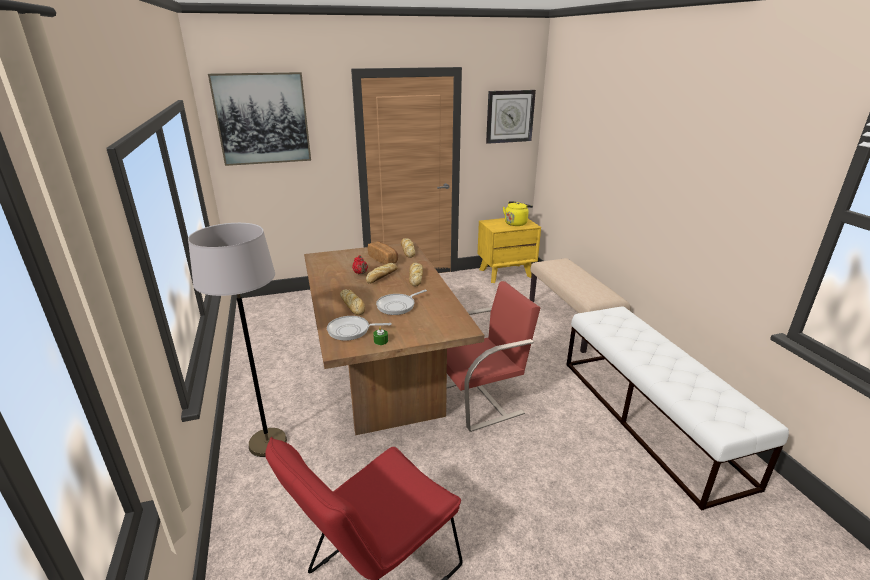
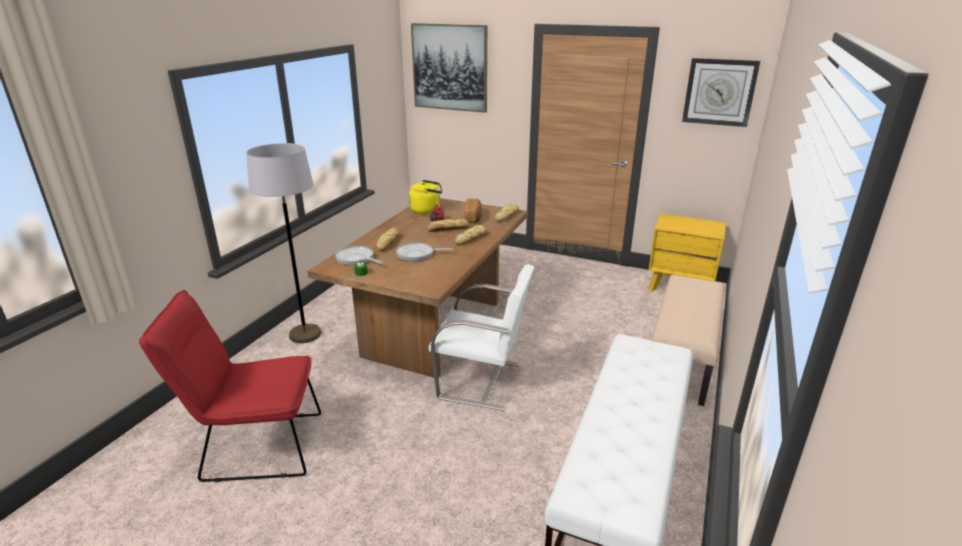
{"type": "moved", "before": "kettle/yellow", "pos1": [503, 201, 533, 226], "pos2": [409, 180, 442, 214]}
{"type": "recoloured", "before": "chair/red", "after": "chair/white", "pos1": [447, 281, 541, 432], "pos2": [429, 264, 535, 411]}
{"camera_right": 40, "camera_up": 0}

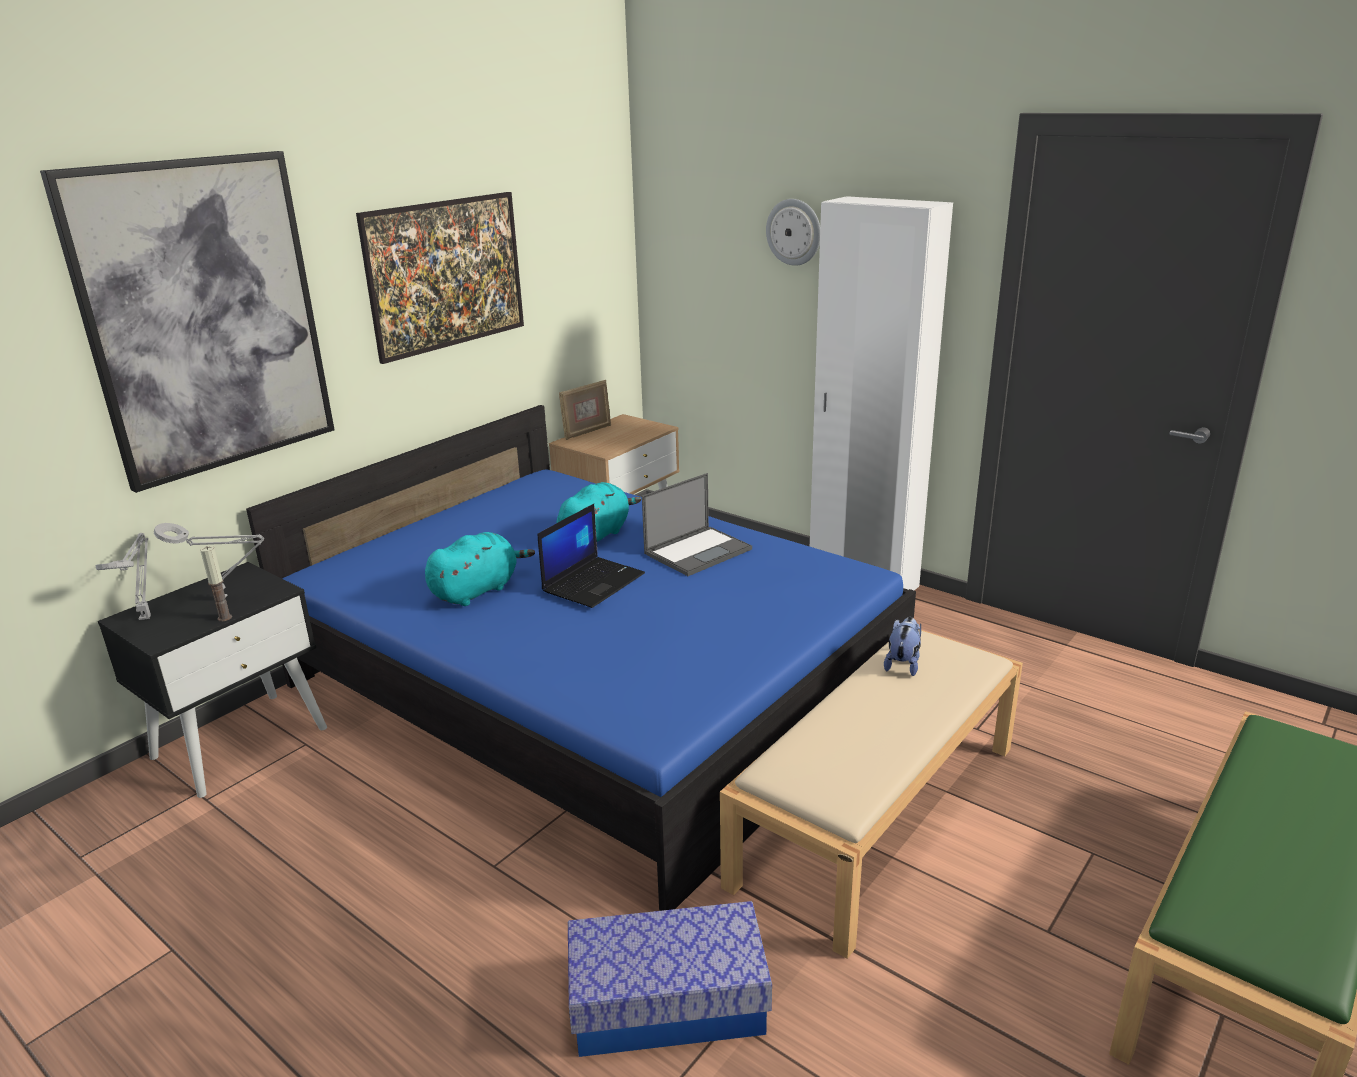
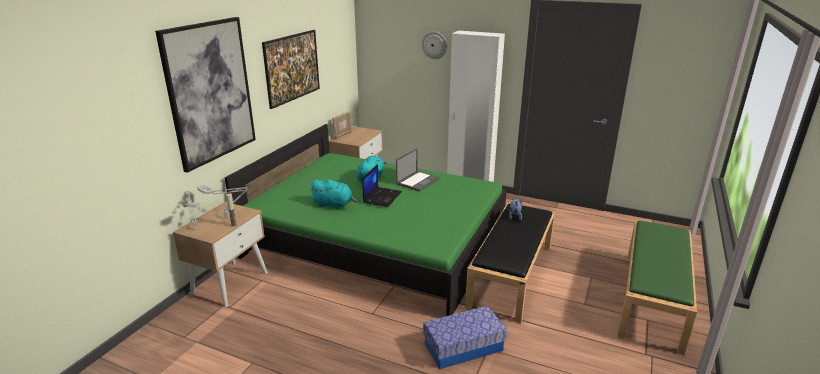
{"type": "recoloured", "before": "nightstand/black", "after": "nightstand/beige", "pos1": [98, 562, 327, 798], "pos2": [173, 202, 268, 307]}
{"type": "recoloured", "before": "bed/blue", "after": "bed/green", "pos1": [246, 405, 916, 911], "pos2": [225, 124, 507, 316]}
{"type": "turned", "before": "plush toy/turquoise", "pos1": [425, 532, 535, 606], "pos2": [310, 179, 357, 209], "turn": 75}
{"type": "recoloured", "before": "bench/beige", "after": "bench/black", "pos1": [720, 629, 1023, 959], "pos2": [465, 203, 555, 323]}
{"camera_right": -15, "camera_up": 0}

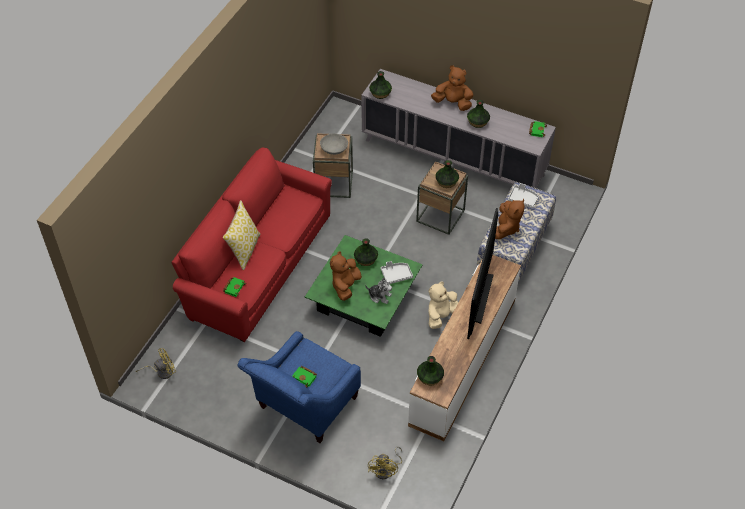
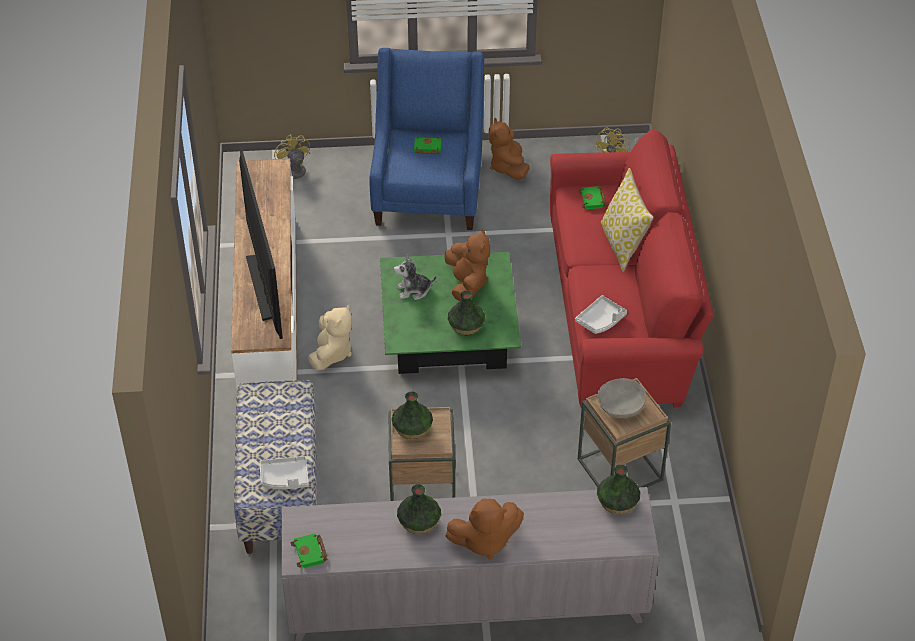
{"type": "moved", "before": "plush toy/brown", "pos1": [495, 199, 525, 239], "pos2": [488, 117, 529, 180]}
{"type": "moved", "before": "tray/grey", "pos1": [381, 261, 413, 284], "pos2": [575, 295, 627, 334]}
{"type": "removed", "before": "vase", "pos1": [417, 356, 444, 385]}
{"camera_right": 150, "camera_up": -5}

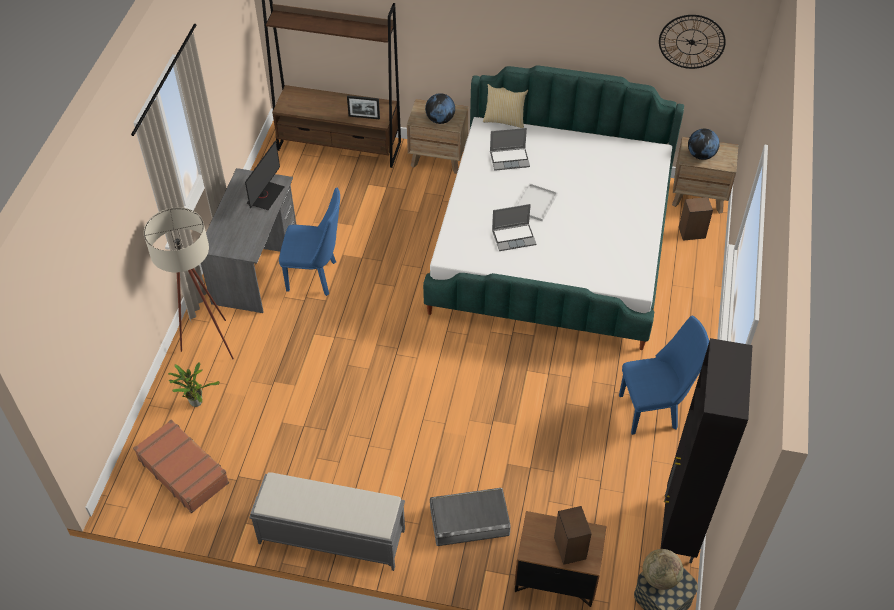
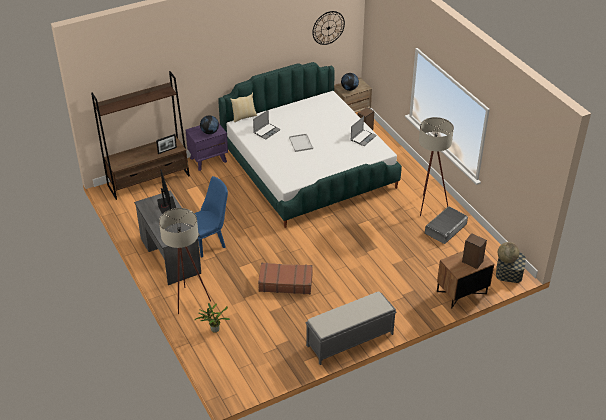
{"type": "recoloured", "before": "nightstand/brown", "after": "nightstand/purple", "pos1": [407, 99, 468, 174], "pos2": [186, 124, 228, 171]}
{"type": "moved", "before": "suitcase/brown", "pos1": [133, 419, 229, 513], "pos2": [258, 263, 313, 294]}
{"type": "moved", "before": "laptop", "pos1": [492, 204, 536, 251], "pos2": [351, 116, 377, 146]}
{"type": "replaced", "before": "chair/blue", "after": "floor lamp/beige", "pos1": [619, 315, 709, 435], "pos2": [419, 117, 454, 216]}
{"type": "moved", "before": "storage box/grey", "pos1": [430, 488, 511, 546], "pos2": [425, 207, 468, 244]}
{"type": "removed", "before": "cabinet/black", "pos1": [661, 338, 753, 563]}
{"camera_right": -40, "camera_up": -10}

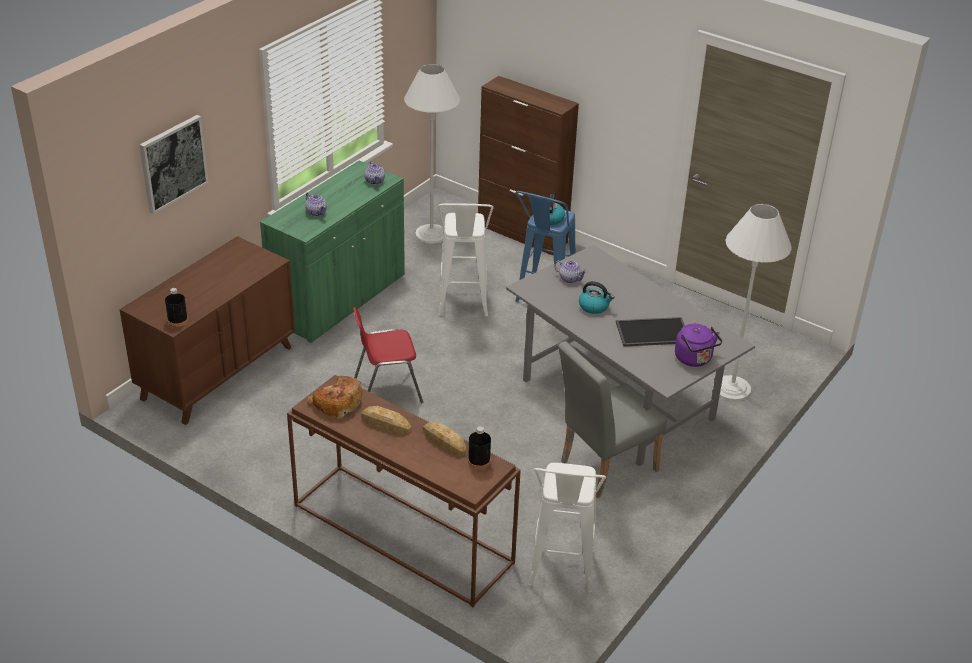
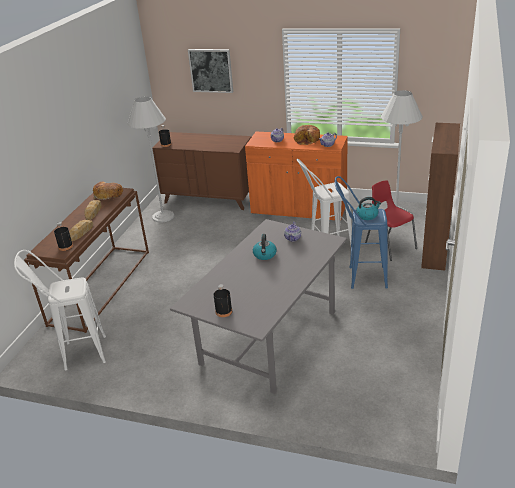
{"type": "moved", "before": "floor lamp/white", "pos1": [713, 204, 791, 402], "pos2": [127, 96, 174, 223]}
{"type": "replaced", "before": "kettle/purple", "after": "bottle/black", "pos1": [675, 324, 722, 367], "pos2": [214, 284, 232, 317]}
{"type": "recoloured", "before": "cabinet/green", "after": "cabinet/orange", "pos1": [260, 161, 405, 343], "pos2": [245, 132, 348, 220]}
{"type": "added", "after": "bread", "pos2": [294, 125, 320, 145]}
{"type": "moved", "before": "chair/red", "pos1": [353, 307, 423, 404], "pos2": [365, 180, 417, 261]}
{"type": "removed", "before": "chair/grey", "pos1": [558, 341, 667, 498]}
{"type": "removed", "before": "tray", "pos1": [616, 317, 685, 347]}
{"camera_right": 75, "camera_up": -5}

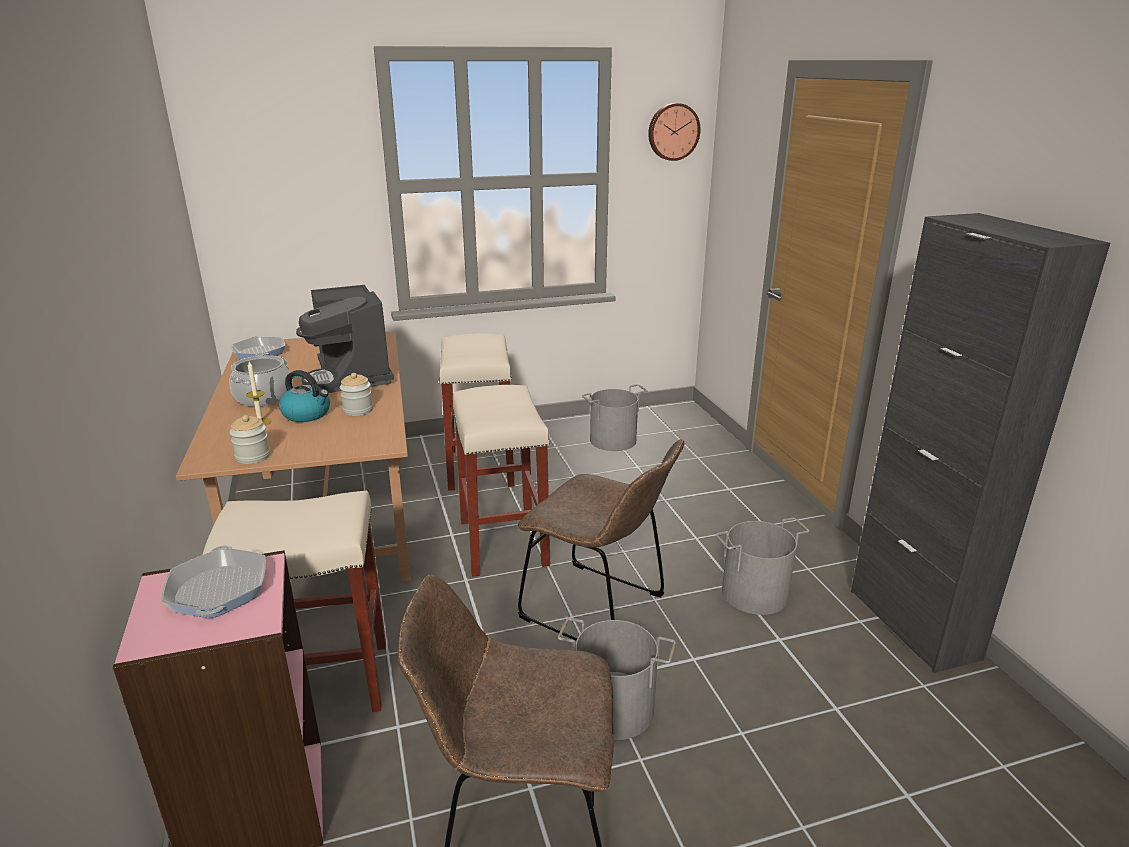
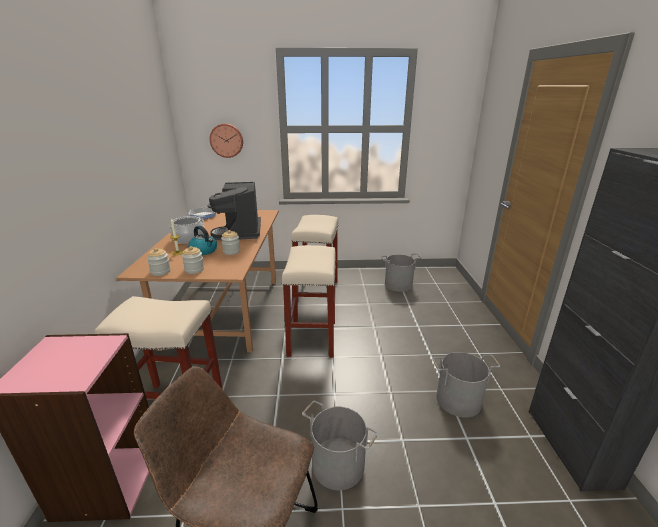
{"type": "added", "after": "jar", "pos2": [182, 246, 204, 274]}
{"type": "moved", "before": "wall clock", "pos1": [648, 103, 701, 161], "pos2": [210, 124, 243, 158]}
{"type": "removed", "before": "frying pan", "pos1": [161, 545, 266, 618]}
{"type": "removed", "before": "chair/brown", "pos1": [517, 439, 685, 641]}
{"camera_right": 15, "camera_up": 0}

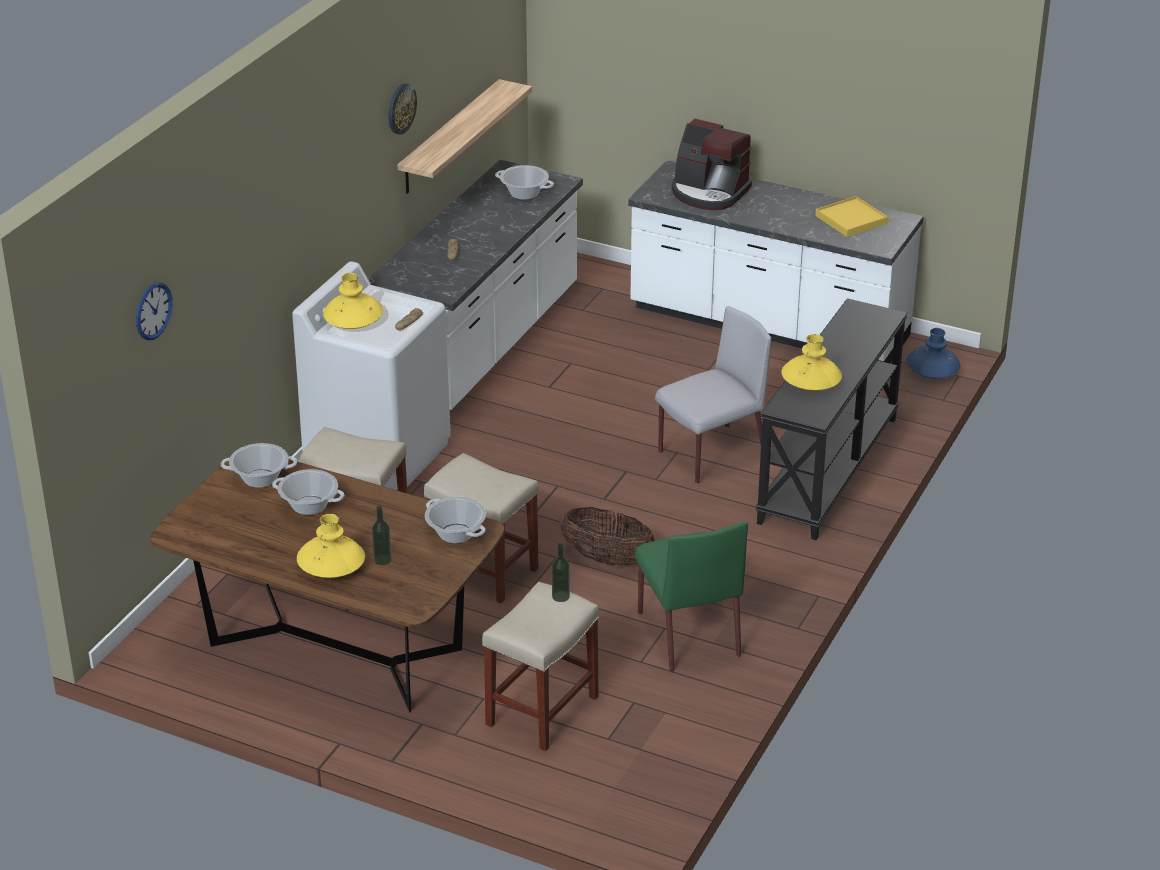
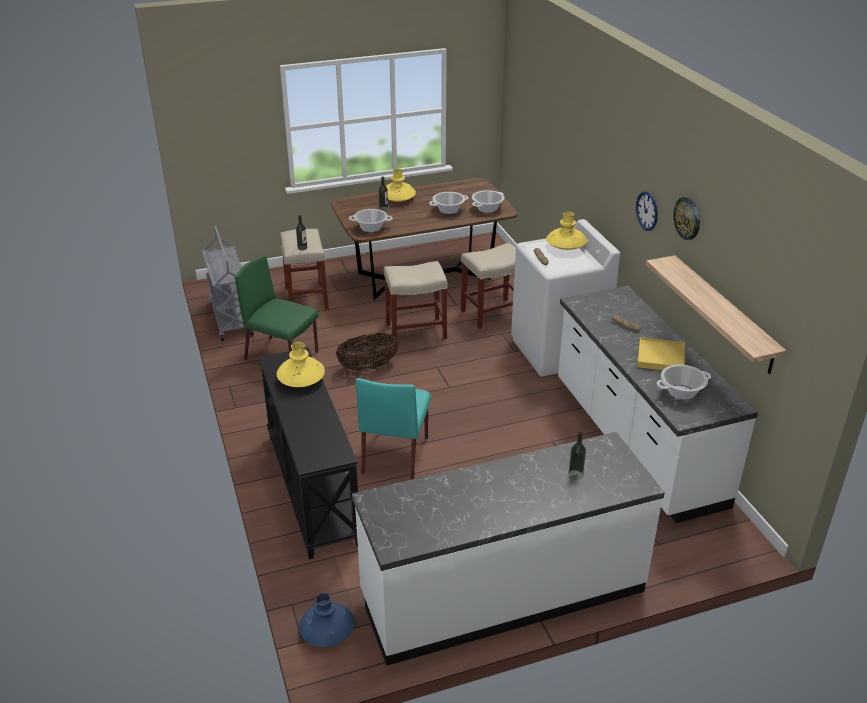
{"type": "added", "after": "cart/grey", "pos2": [202, 226, 254, 341]}
{"type": "recoloured", "before": "chair/grey", "after": "chair/turquoise", "pos1": [655, 306, 771, 484], "pos2": [356, 378, 431, 480]}
{"type": "replaced", "before": "coffee machine", "after": "bottle", "pos1": [672, 119, 752, 210], "pos2": [568, 432, 586, 480]}
{"type": "moved", "before": "wall clock", "pos1": [136, 283, 172, 340], "pos2": [636, 191, 658, 231]}
{"type": "moved", "before": "tray/yellow", "pos1": [815, 196, 888, 237], "pos2": [637, 337, 685, 370]}
{"camera_right": 135, "camera_up": 0}

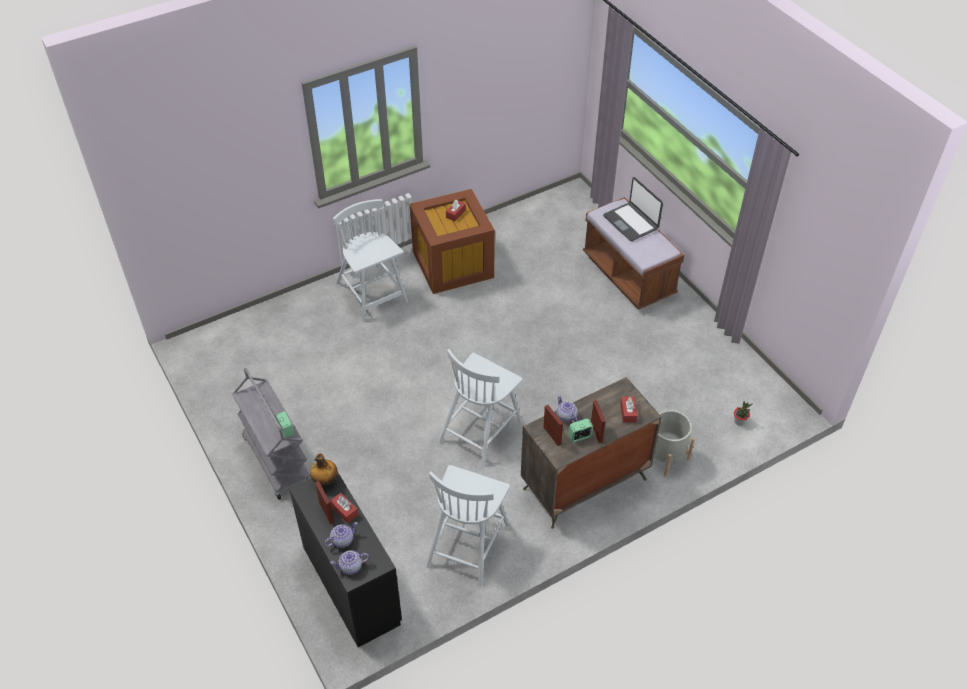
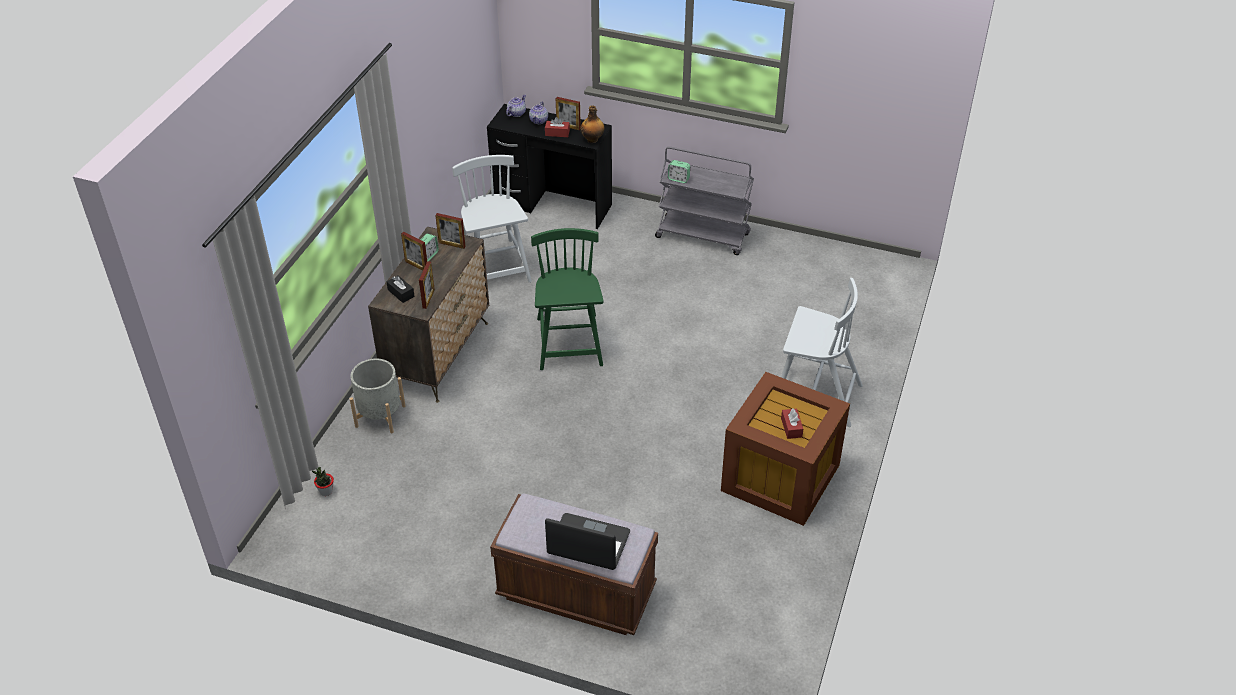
{"type": "recoloured", "before": "tissue box/red", "after": "tissue box/black", "pos1": [620, 396, 637, 423], "pos2": [386, 275, 415, 303]}
{"type": "added", "after": "picture frame", "pos2": [419, 261, 435, 309]}
{"type": "recoloured", "before": "chair/white", "after": "chair/green", "pos1": [438, 349, 523, 467], "pos2": [531, 228, 604, 370]}
{"type": "removed", "before": "teapot", "pos1": [556, 395, 578, 423]}
{"camera_right": 140, "camera_up": -5}

